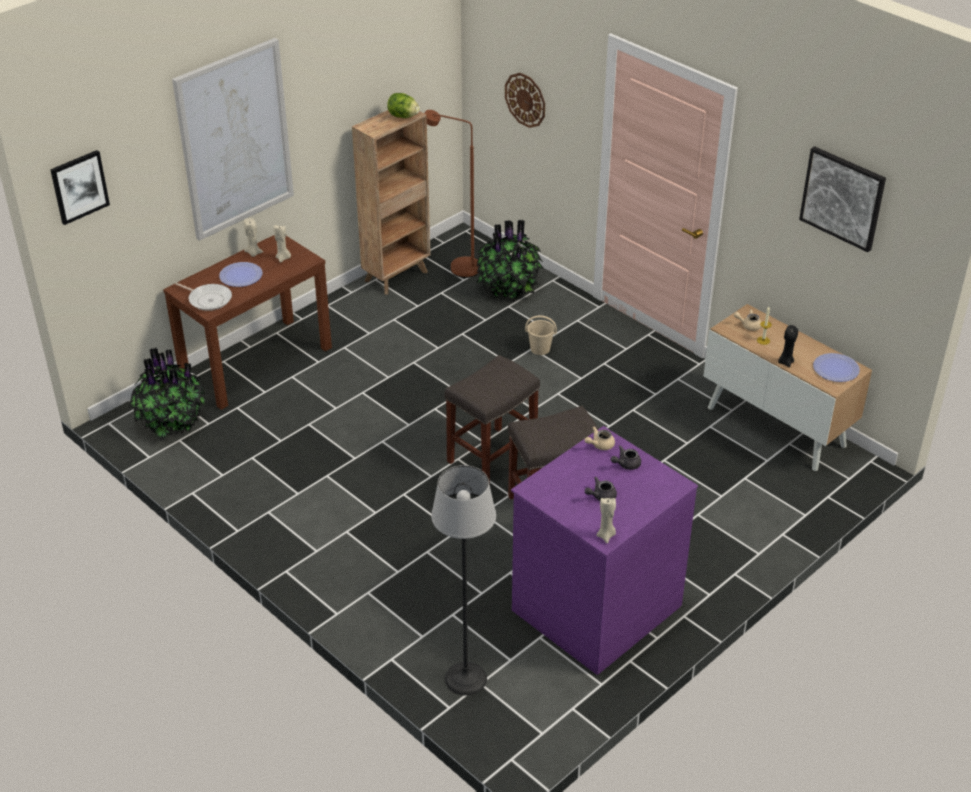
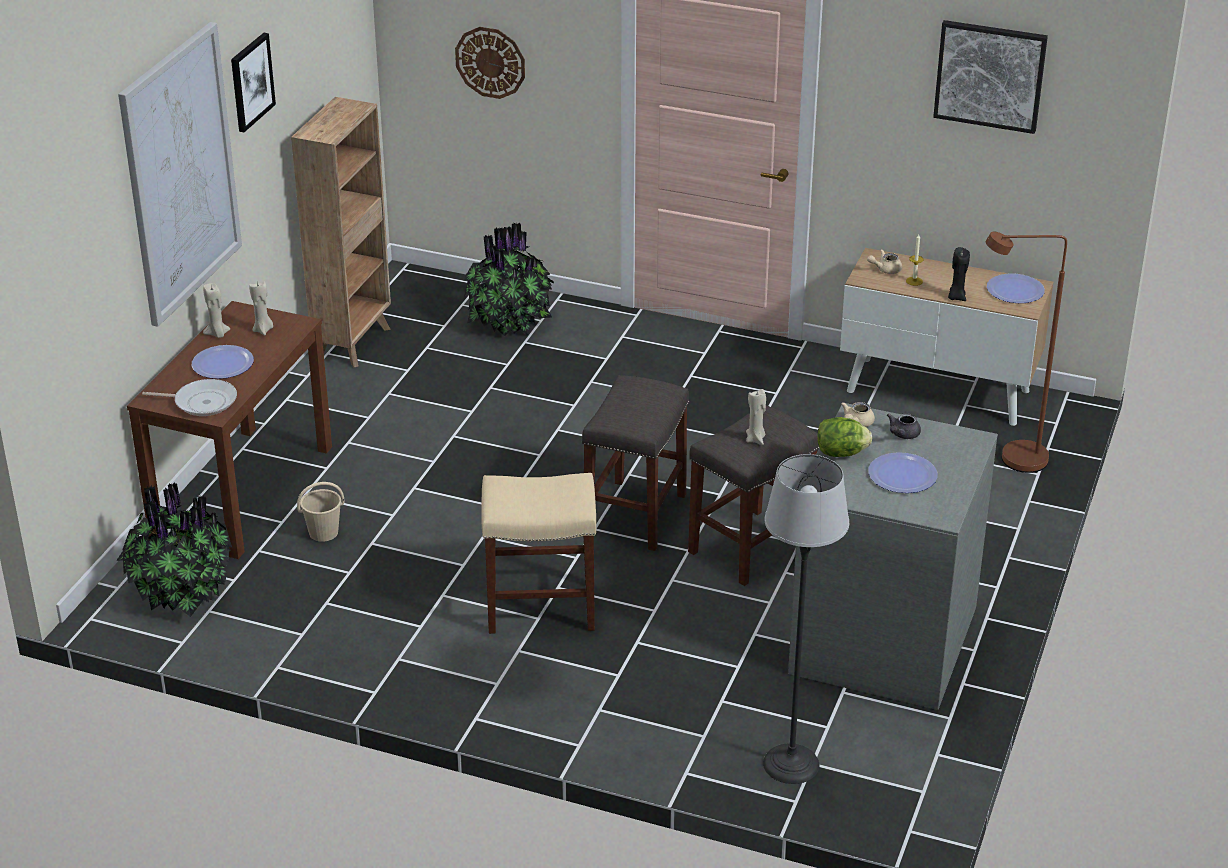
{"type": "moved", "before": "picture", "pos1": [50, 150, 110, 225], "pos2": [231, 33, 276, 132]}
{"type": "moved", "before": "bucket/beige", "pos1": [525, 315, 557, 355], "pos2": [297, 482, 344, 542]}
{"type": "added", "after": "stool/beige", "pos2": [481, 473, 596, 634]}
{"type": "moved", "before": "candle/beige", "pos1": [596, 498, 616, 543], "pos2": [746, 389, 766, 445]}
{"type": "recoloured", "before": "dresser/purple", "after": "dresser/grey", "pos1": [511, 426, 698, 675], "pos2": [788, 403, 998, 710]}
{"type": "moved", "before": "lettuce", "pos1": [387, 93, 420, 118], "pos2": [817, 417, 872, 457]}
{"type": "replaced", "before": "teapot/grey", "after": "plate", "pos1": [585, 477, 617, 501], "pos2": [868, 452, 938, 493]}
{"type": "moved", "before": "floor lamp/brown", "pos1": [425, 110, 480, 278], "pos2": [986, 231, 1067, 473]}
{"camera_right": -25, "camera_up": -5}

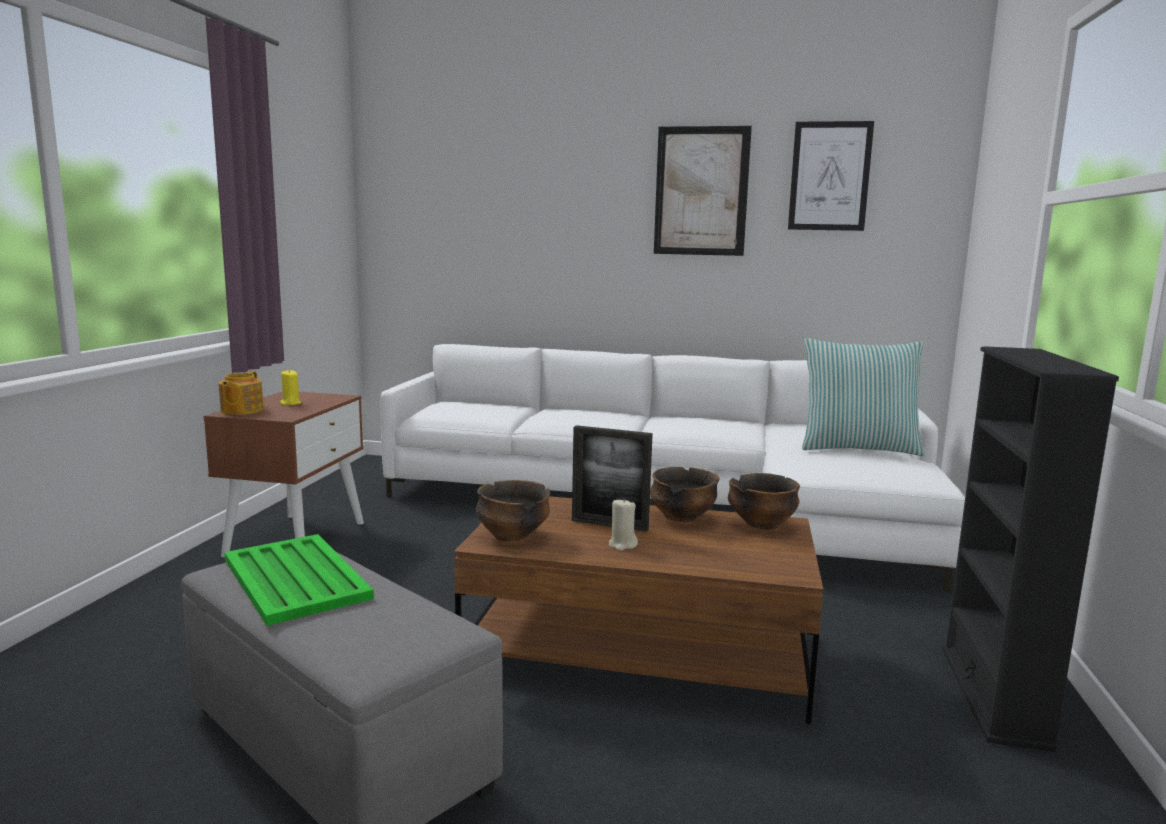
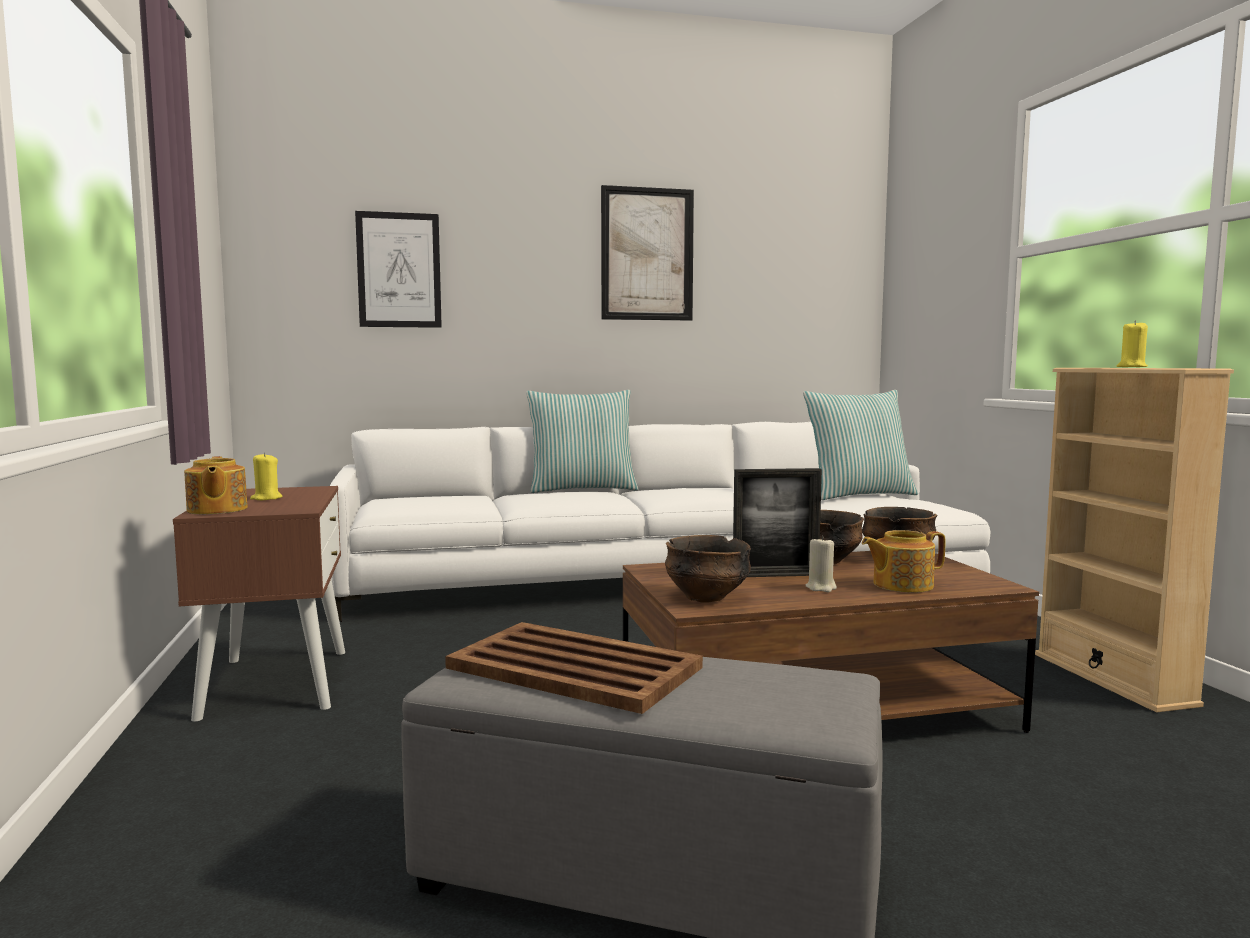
{"type": "moved", "before": "picture", "pos1": [788, 121, 874, 231], "pos2": [355, 211, 442, 328]}
{"type": "recoloured", "before": "tray/green", "after": "tray/brown", "pos1": [224, 534, 374, 626], "pos2": [445, 622, 703, 714]}
{"type": "added", "after": "pillow", "pos2": [526, 390, 639, 493]}
{"type": "added", "after": "teapot", "pos2": [862, 530, 945, 593]}
{"type": "recoloured", "before": "bookcase/black", "after": "bookcase/beige", "pos1": [942, 346, 1119, 751], "pos2": [1035, 368, 1234, 713]}
{"type": "added", "after": "candle/yellow", "pos2": [1117, 320, 1148, 367]}
{"camera_right": -25, "camera_up": -5}

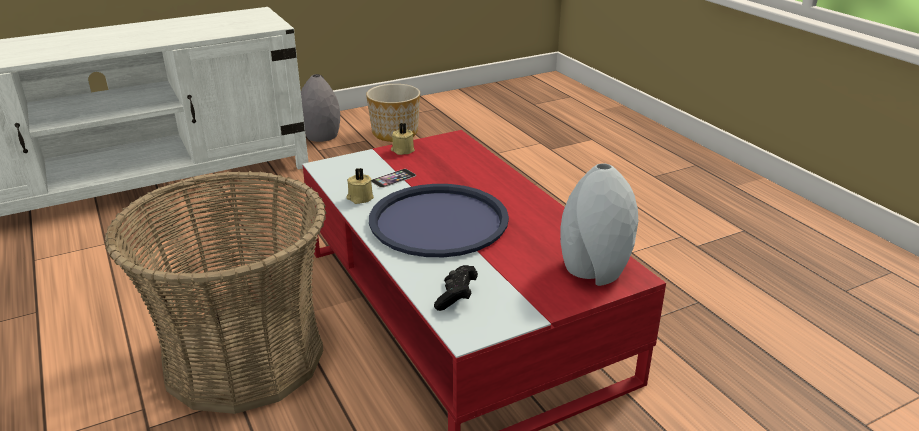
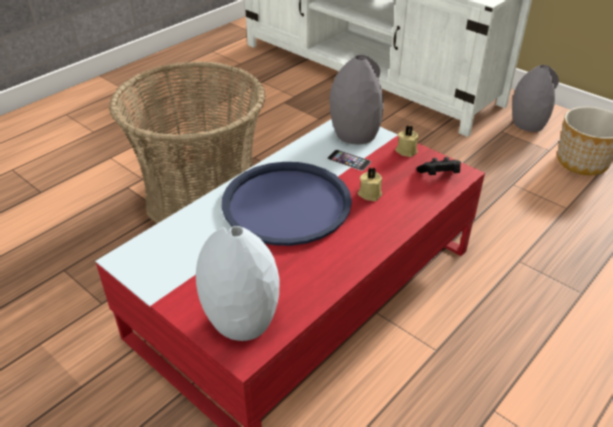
{"type": "added", "after": "vase/grey", "pos2": [329, 55, 384, 144]}
{"type": "moved", "before": "candle/beige", "pos1": [346, 168, 374, 204], "pos2": [358, 167, 382, 201]}
{"type": "moved", "before": "game controller/black", "pos1": [434, 265, 478, 311], "pos2": [417, 157, 461, 175]}
{"camera_right": 70, "camera_up": 10}

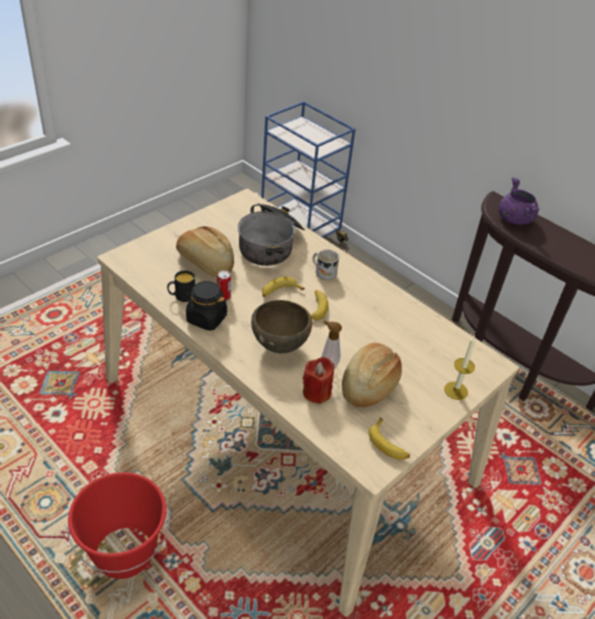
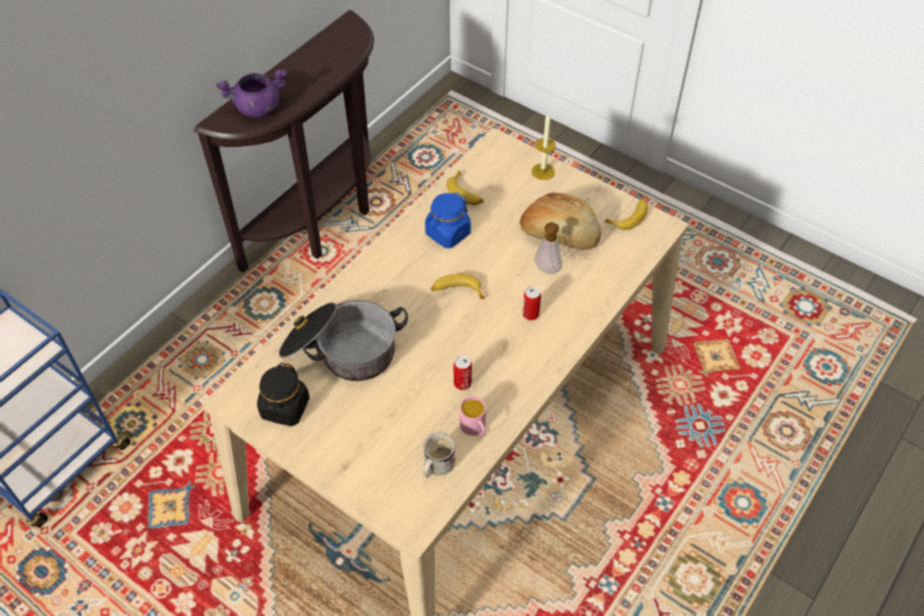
{"type": "moved", "before": "jar/black", "pos1": [185, 281, 227, 331], "pos2": [257, 363, 310, 426]}
{"type": "moved", "before": "mug/white", "pos1": [313, 250, 339, 280], "pos2": [423, 433, 455, 478]}
{"type": "added", "after": "jar/blue", "pos2": [425, 192, 471, 248]}
{"type": "moved", "before": "banana", "pos1": [262, 277, 305, 297], "pos2": [447, 171, 484, 205]}
{"type": "recoloured", "before": "mug/black", "after": "mug/pink", "pos1": [167, 270, 195, 302], "pos2": [460, 396, 486, 437]}
{"type": "replaced", "before": "bowl/brown", "after": "can", "pos1": [251, 300, 312, 353], "pos2": [522, 286, 541, 320]}
{"type": "removed", "before": "bucket/red", "pos1": [67, 472, 170, 579]}
{"type": "removed", "before": "bread", "pos1": [176, 226, 234, 277]}
{"type": "removed", "before": "candle/red", "pos1": [303, 357, 334, 404]}
{"camera_right": -95, "camera_up": 10}

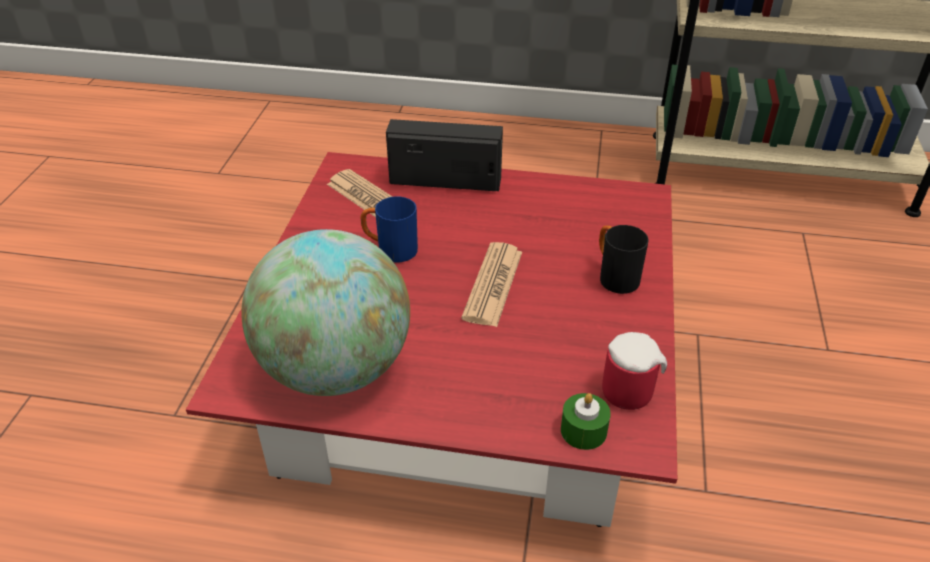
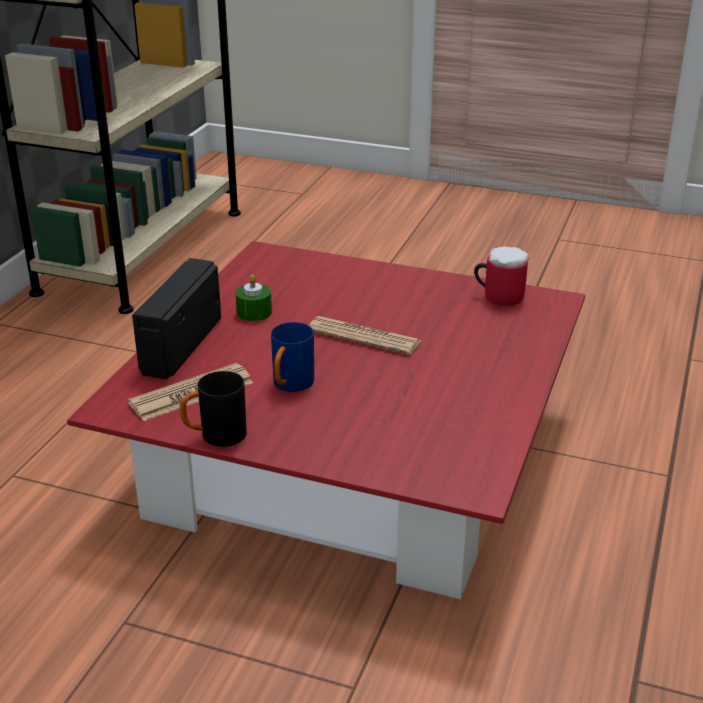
{"type": "moved", "before": "mug/black", "pos1": [599, 225, 649, 294], "pos2": [180, 371, 247, 447]}
{"type": "moved", "before": "candle/green", "pos1": [561, 393, 611, 450], "pos2": [235, 274, 272, 321]}
{"type": "removed", "before": "globe", "pos1": [241, 229, 410, 396]}
{"camera_right": -80, "camera_up": -10}

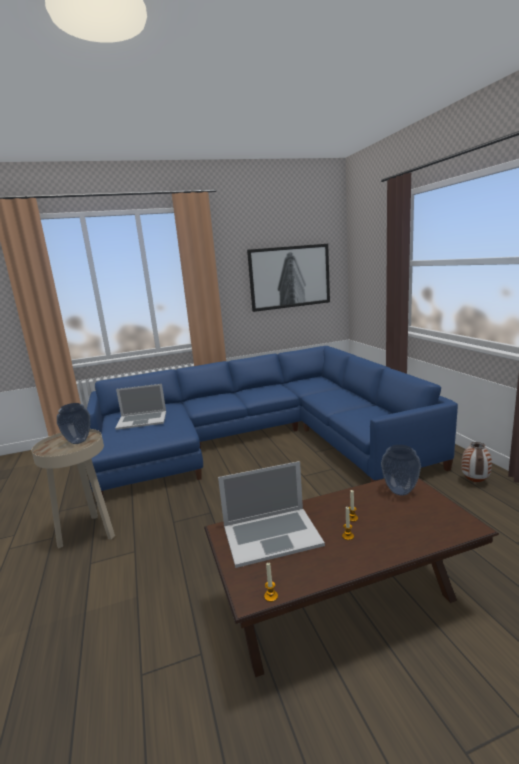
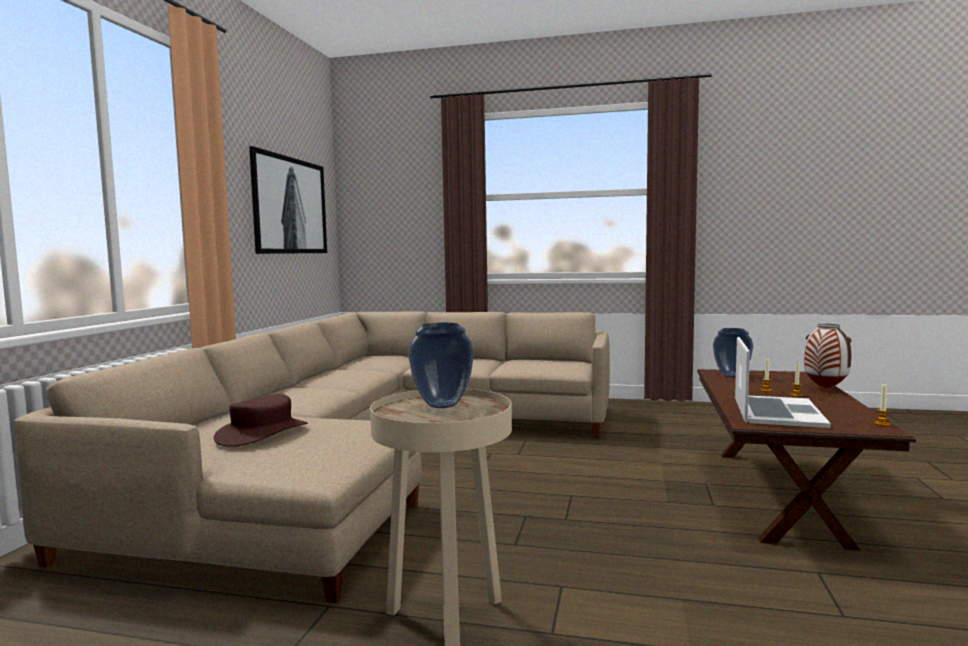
{"type": "recoloured", "before": "sofa/blue", "after": "sofa/beige", "pos1": [87, 346, 458, 498], "pos2": [14, 311, 610, 603]}
{"type": "replaced", "before": "laptop", "after": "hat/brown", "pos1": [115, 384, 166, 430], "pos2": [214, 394, 308, 447]}
{"type": "moved", "before": "vase", "pos1": [461, 442, 492, 482], "pos2": [804, 324, 851, 389]}
{"camera_right": -60, "camera_up": -10}

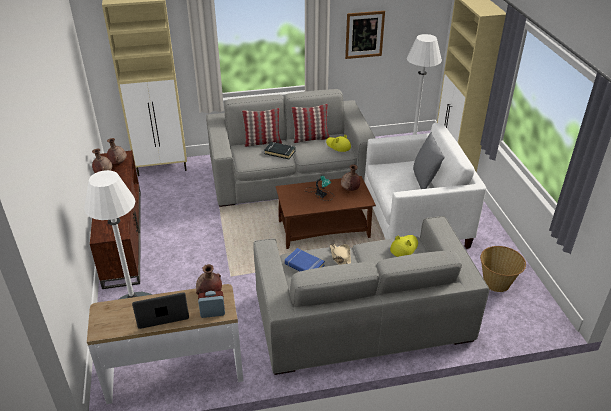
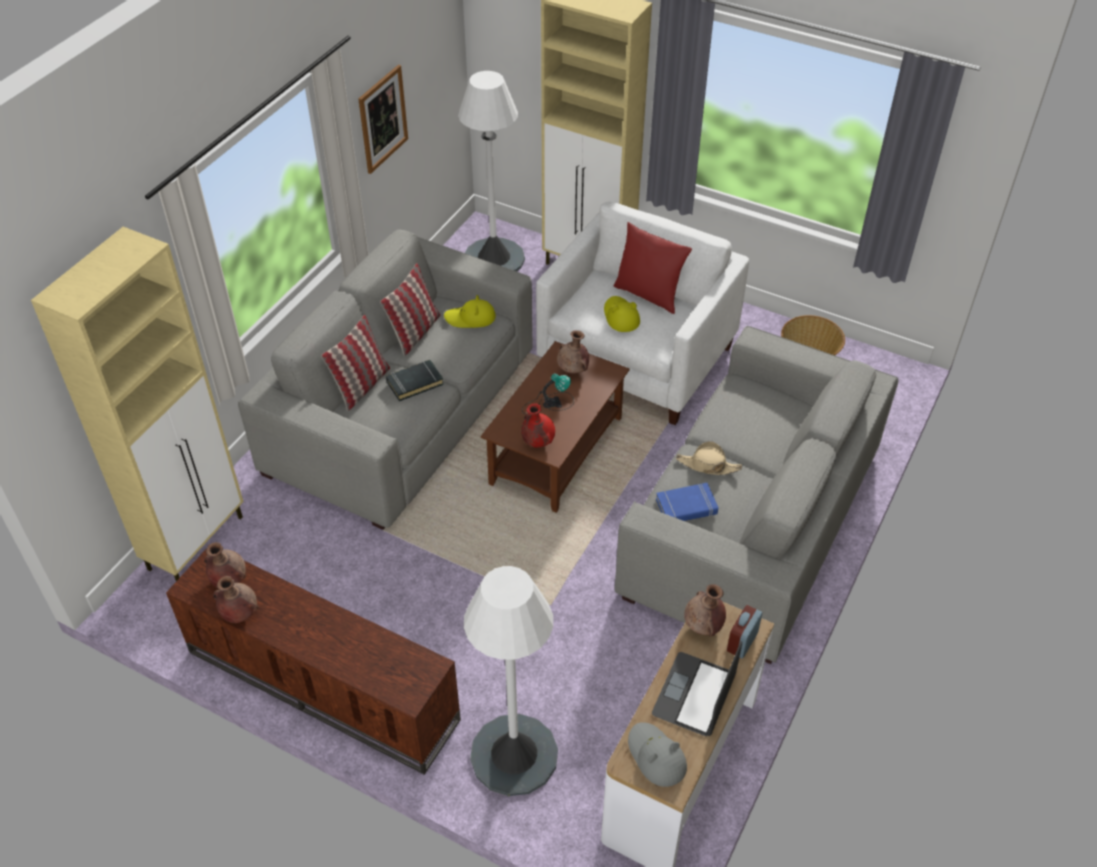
{"type": "added", "after": "vase/red", "pos2": [521, 403, 555, 448]}
{"type": "moved", "before": "hat/yellow", "pos1": [390, 235, 418, 257], "pos2": [604, 296, 640, 332]}
{"type": "recoloured", "before": "pillow/grey", "after": "pillow/red", "pos1": [413, 132, 444, 189], "pos2": [614, 222, 692, 314]}
{"type": "added", "after": "hat/grey", "pos2": [628, 722, 687, 787]}
{"camera_right": -50, "camera_up": 10}

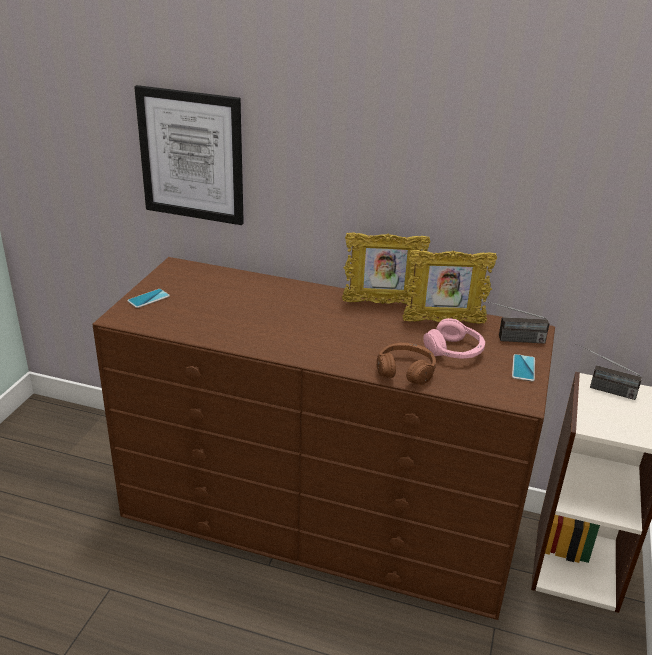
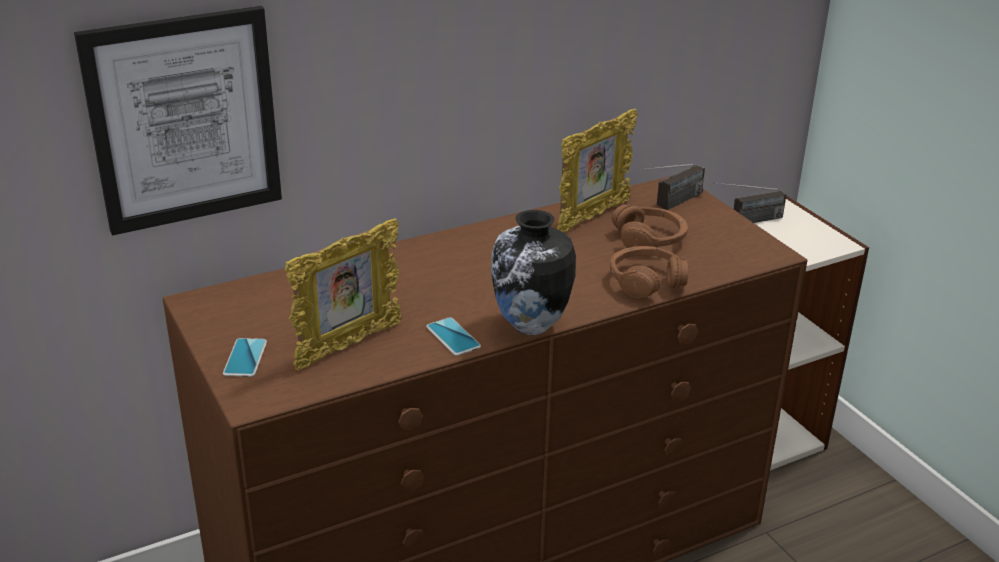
{"type": "moved", "before": "picture frame", "pos1": [342, 233, 431, 304], "pos2": [285, 218, 402, 370]}
{"type": "moved", "before": "phone", "pos1": [512, 354, 535, 381], "pos2": [426, 317, 481, 356]}
{"type": "added", "after": "vase", "pos2": [491, 210, 576, 335]}
{"type": "recoloured", "before": "headphones/pink", "after": "headphones/brown", "pos1": [423, 318, 485, 359], "pos2": [612, 203, 688, 248]}
{"camera_right": -45, "camera_up": 0}

